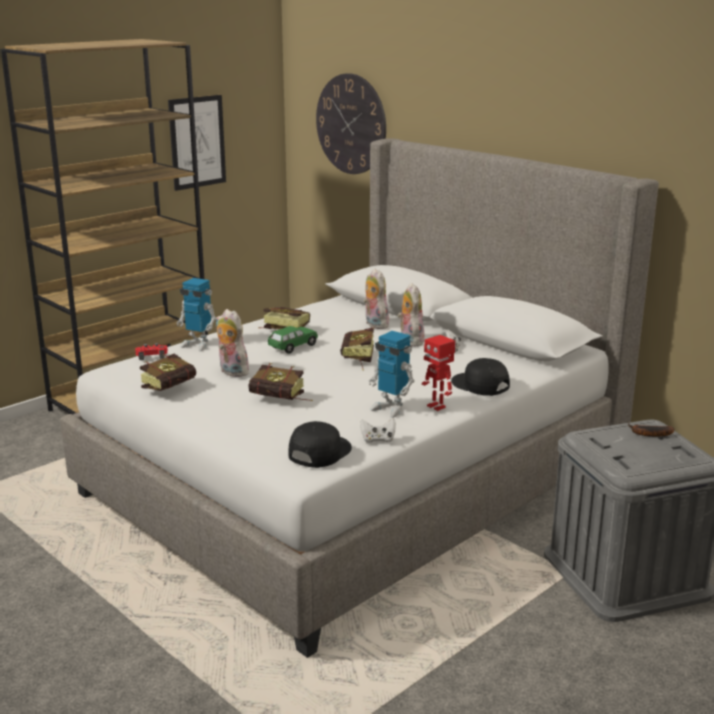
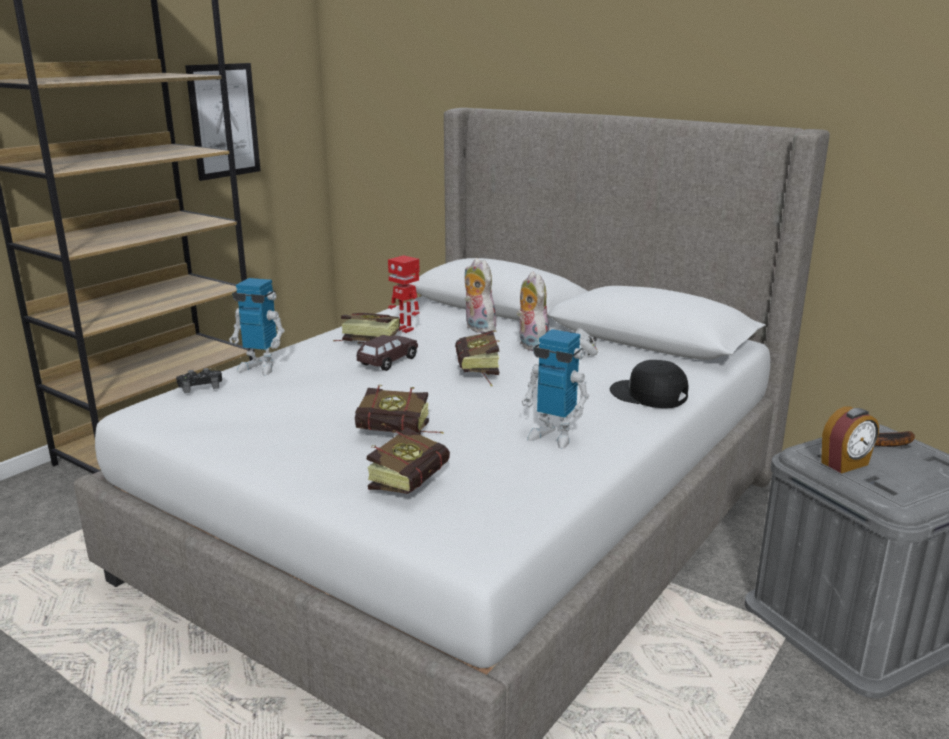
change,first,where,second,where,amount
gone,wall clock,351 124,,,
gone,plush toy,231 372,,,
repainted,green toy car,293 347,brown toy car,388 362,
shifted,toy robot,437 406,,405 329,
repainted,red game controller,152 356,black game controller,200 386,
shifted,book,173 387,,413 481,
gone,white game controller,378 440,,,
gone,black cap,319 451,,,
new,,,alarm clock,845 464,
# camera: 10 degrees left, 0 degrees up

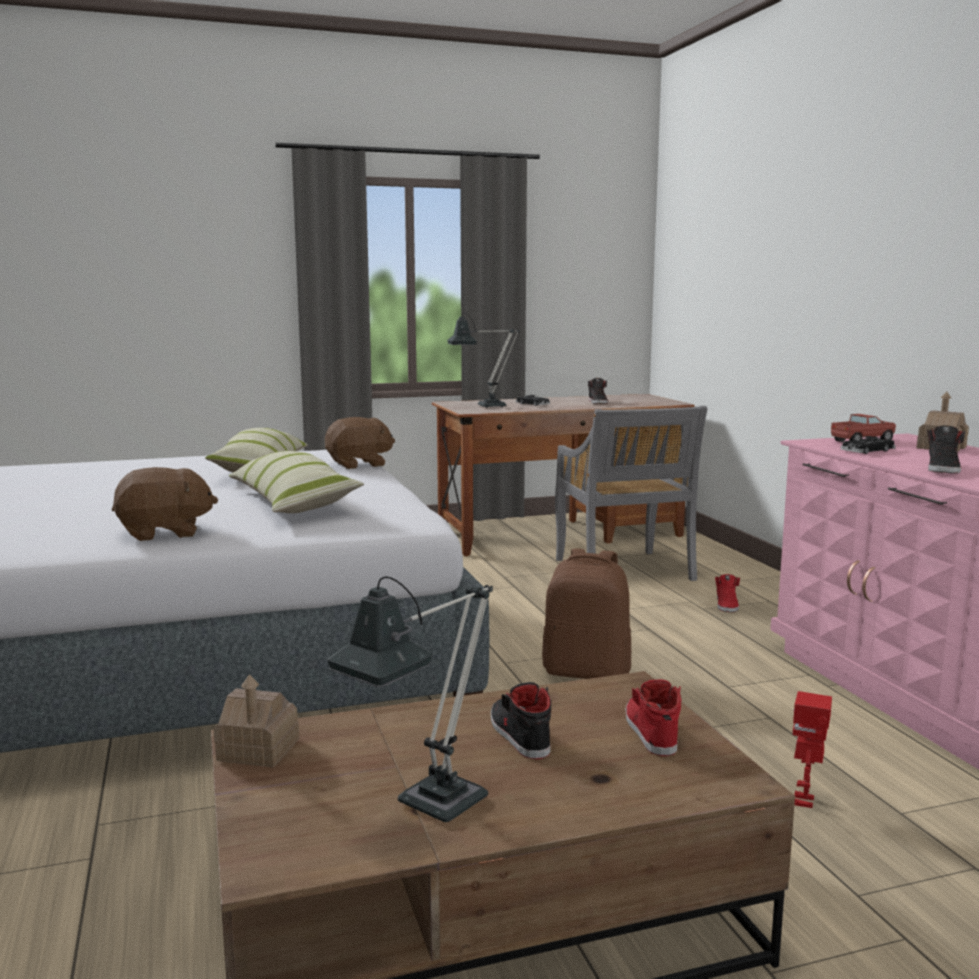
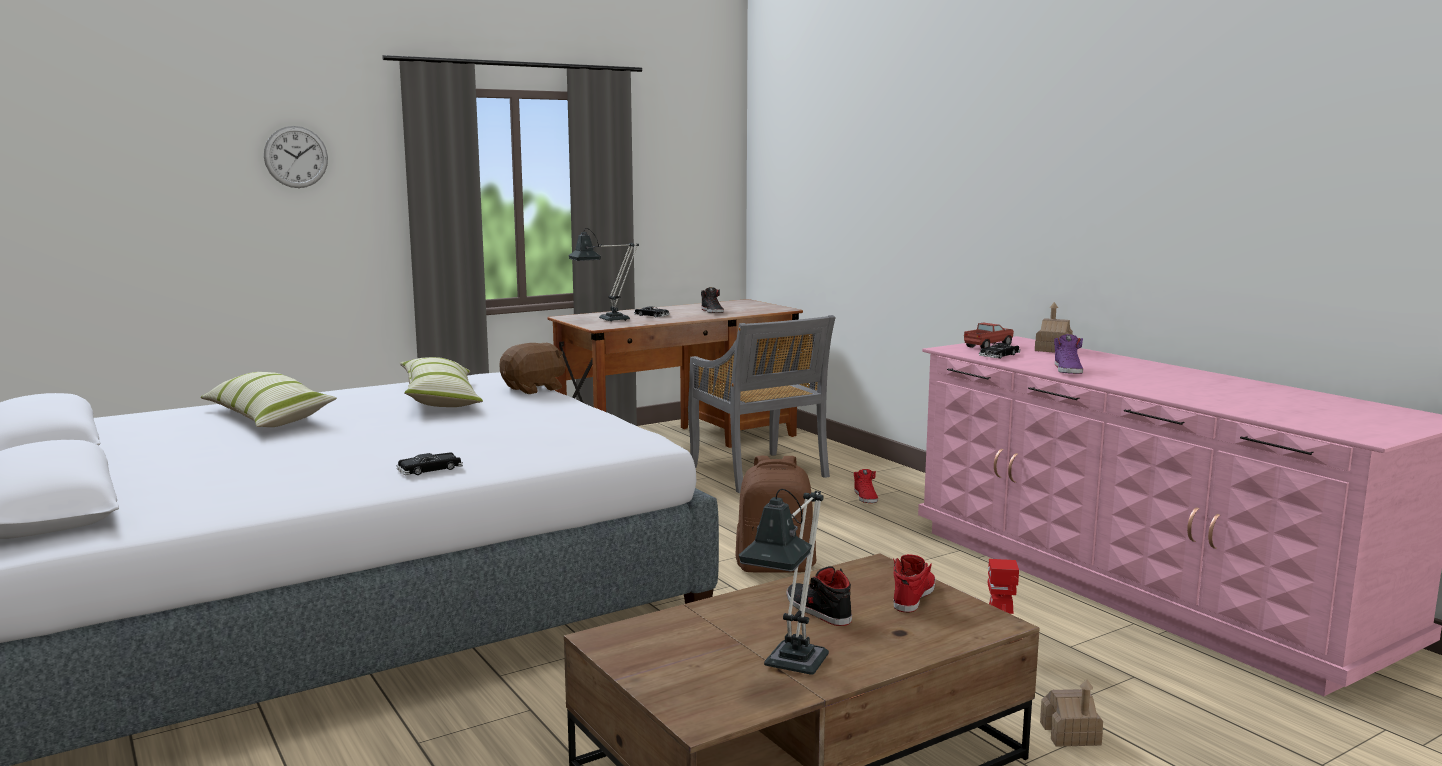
change,first,where,second,where,amount
repainted,black shoe,943 469,purple shoe,1068 370,
shifted,pillow,292 501,,267 417,
swapped,brown plush toy,165 533,black toy car,430 469,
shifted,toy house,258 750,,1070 734,
rotated,red shoe,650 730,,913 596,45 degrees clockwise
new,,,wall clock,296 157,
# camera: 15 degrees left, 0 degrees up

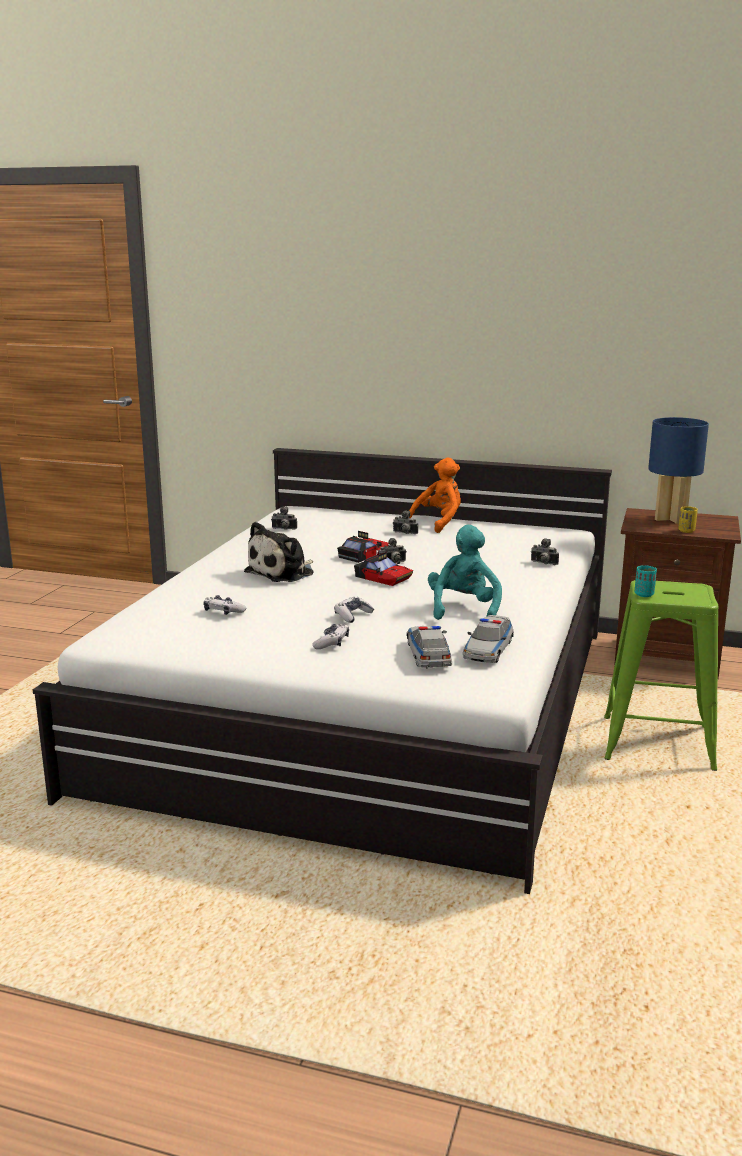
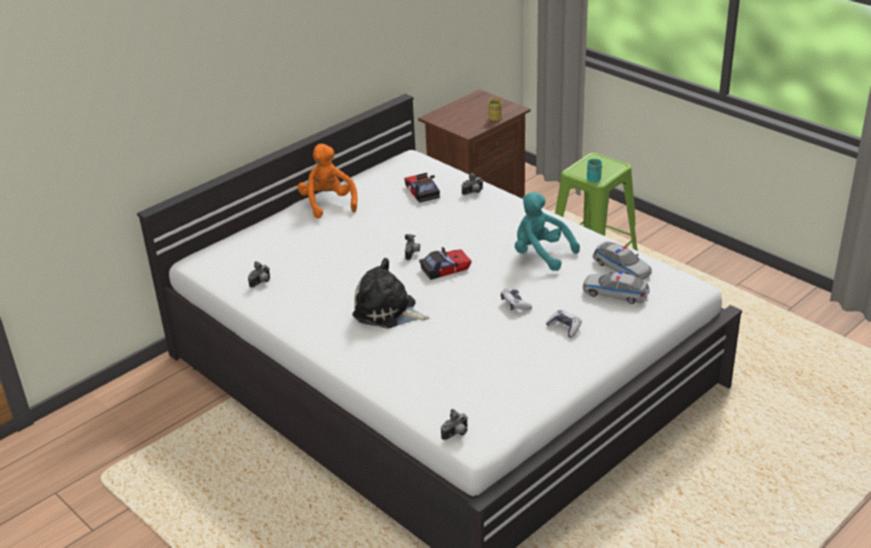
change,first,where,second,where,amount
gone,blue table lamp,671 519,,,
shifted,photo camera,404 533,,456 434,
rotated,plush toy,283 572,,388 312,135 degrees clockwise
shifted,toy car,363 554,,422 191,
gone,game controller,223 612,,,
# camera: 60 degrees left, 15 degrees up

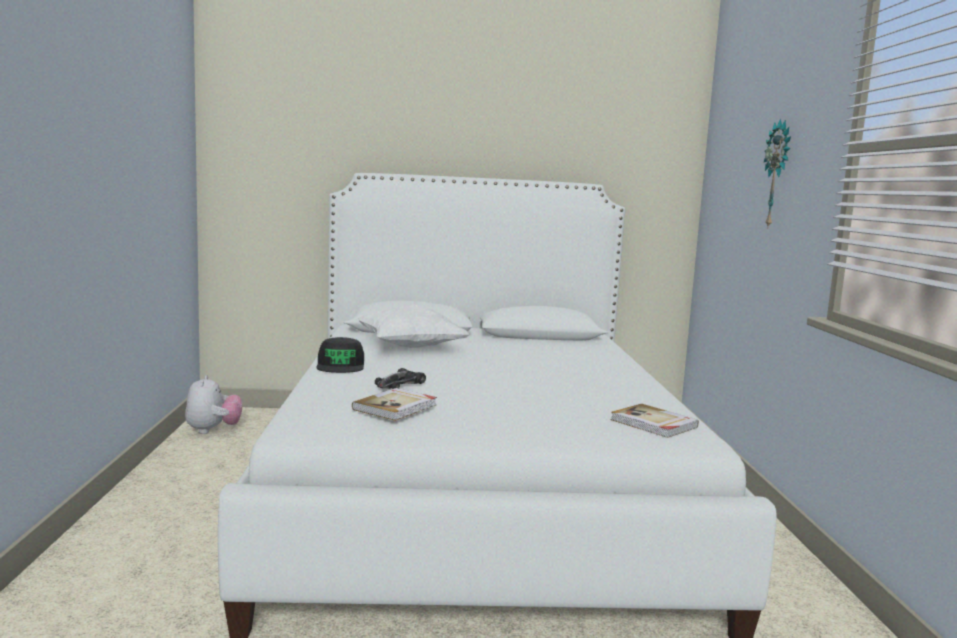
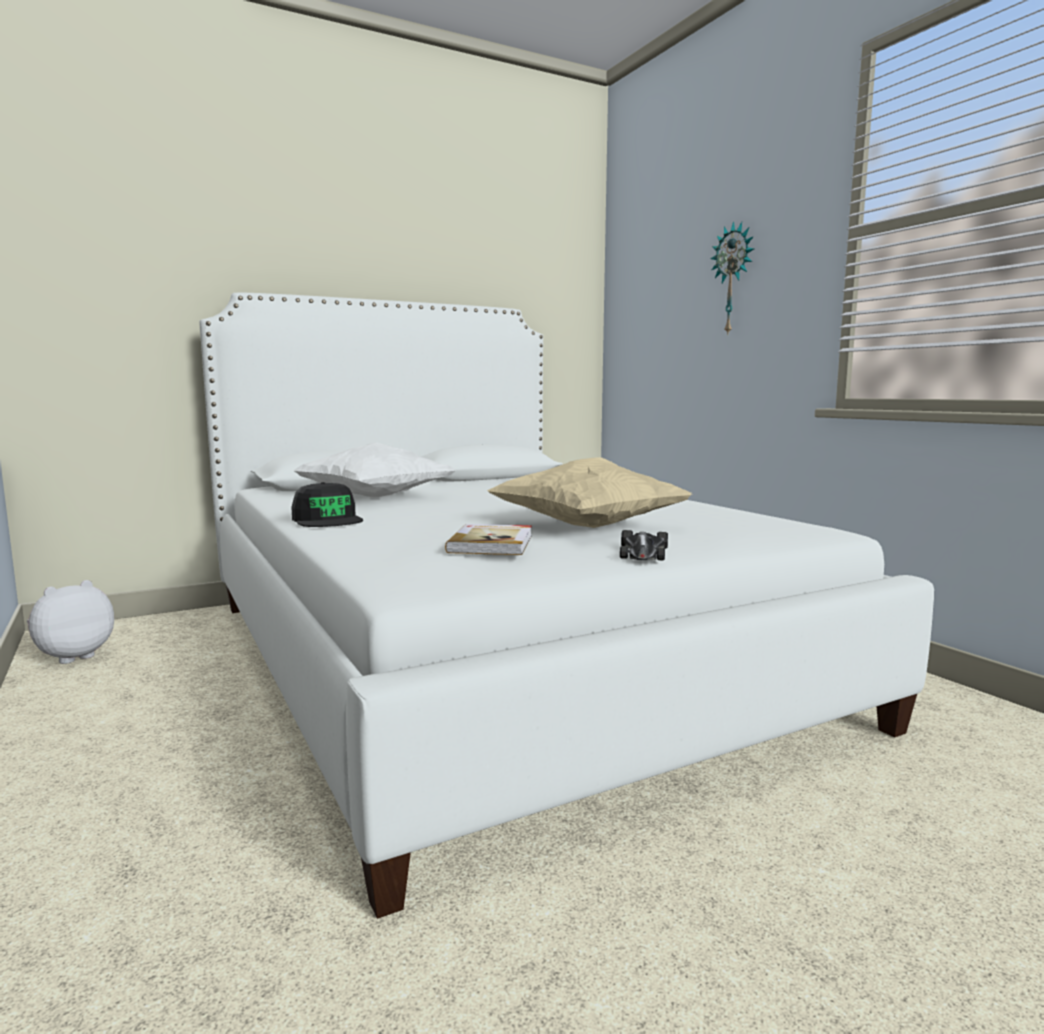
change,first,where,second,where,amount
shifted,toy car,400 384,,643 553,
rotated,plush toy,213 430,,72 656,105 degrees counterclockwise
gone,book,653 424,,,
new,,,beige pillow,586 527,
# camera: 25 degrees left, 0 degrees up

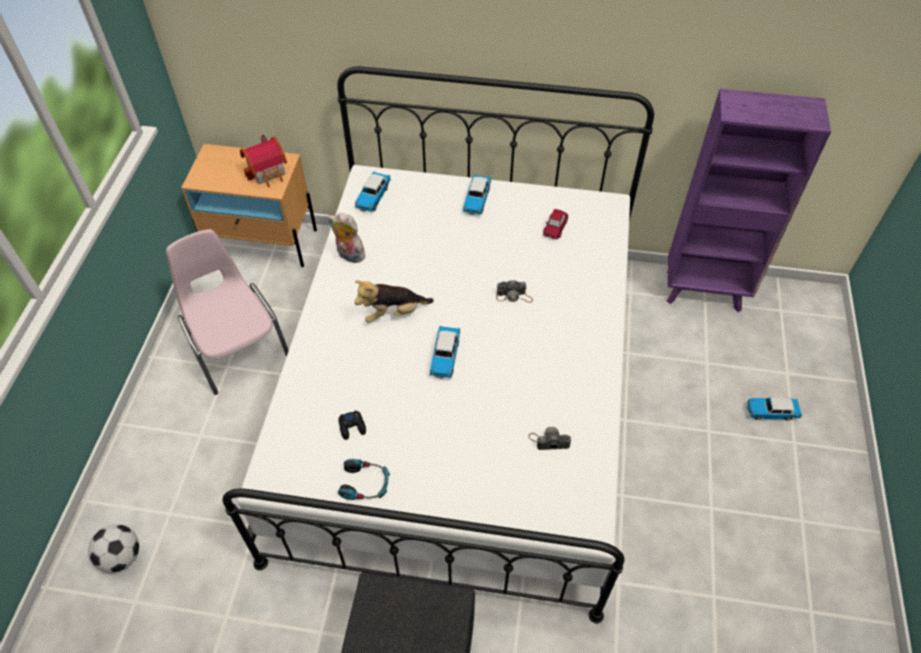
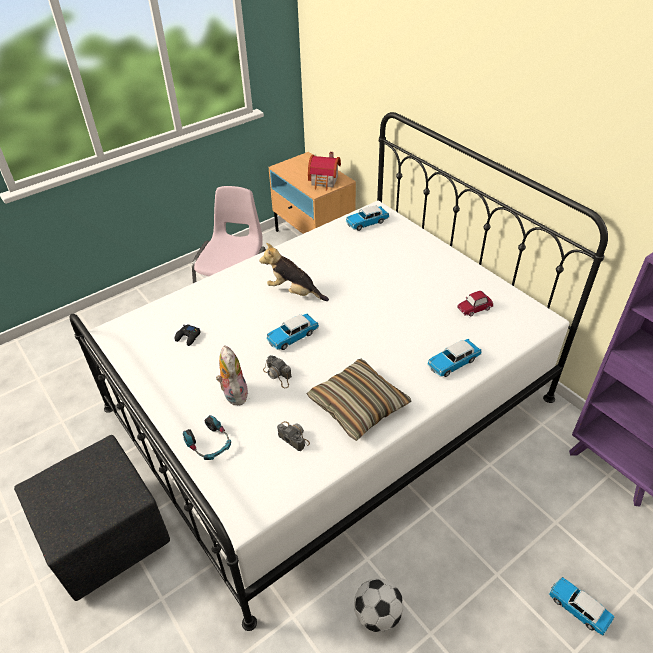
change,first,where,second,where,amount
shifted,toy car,477 200,,453 363,
shifted,plush toy,349 255,,233 393,
shifted,photo camera,514 296,,278 375,
shifted,headphones,365 484,,209 444,
shifted,football,122 557,,378 614,
new,,,pillow,358 405,
# camera: 45 degrees right, 10 degrees down

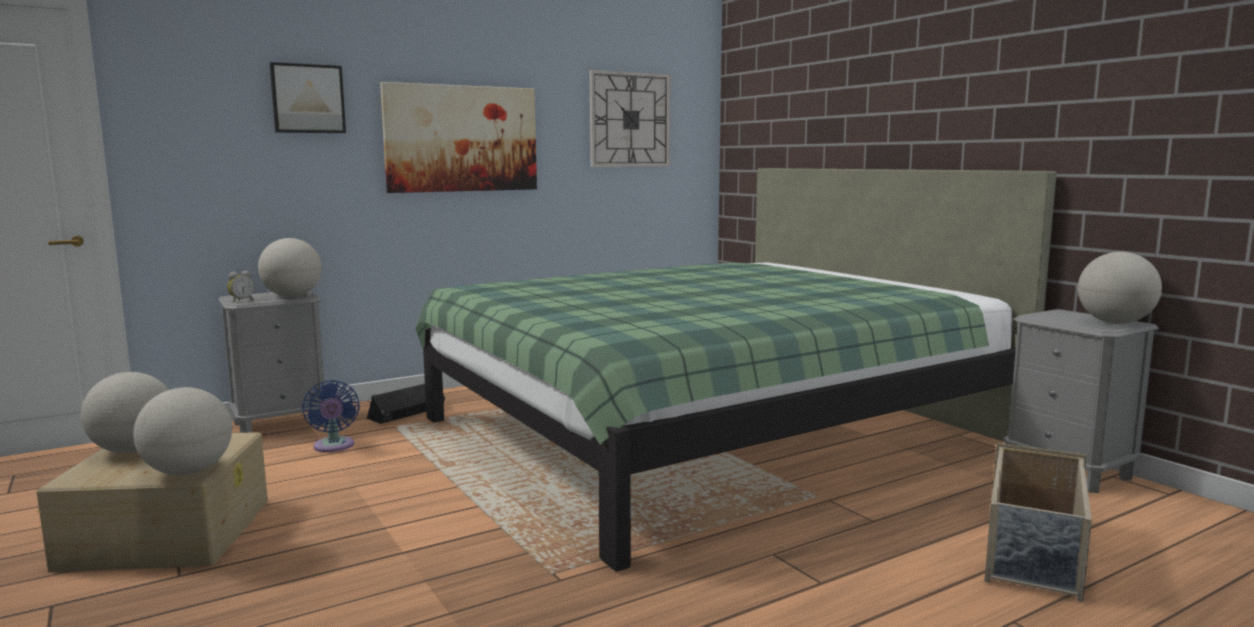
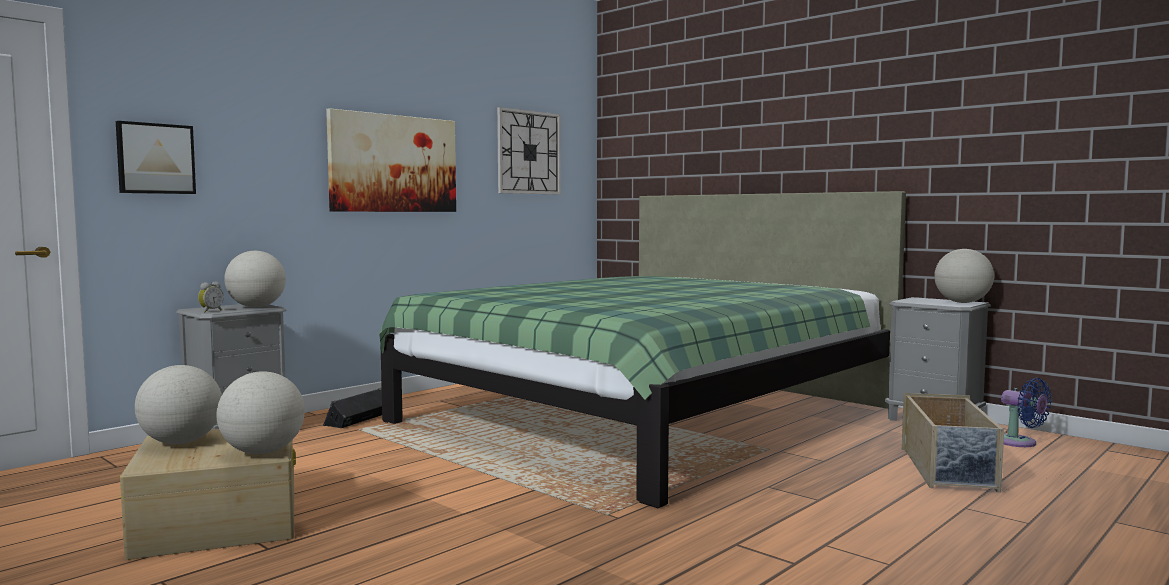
change,first,where,second,where,amount
shifted,picture,307 99,,155 158,
shifted,blue fan,334 447,,1020 443,
# camera: 15 degrees left, 5 degrees down

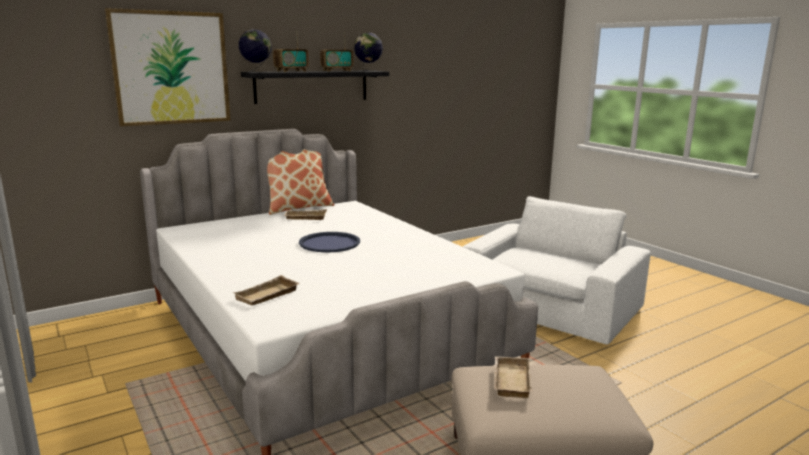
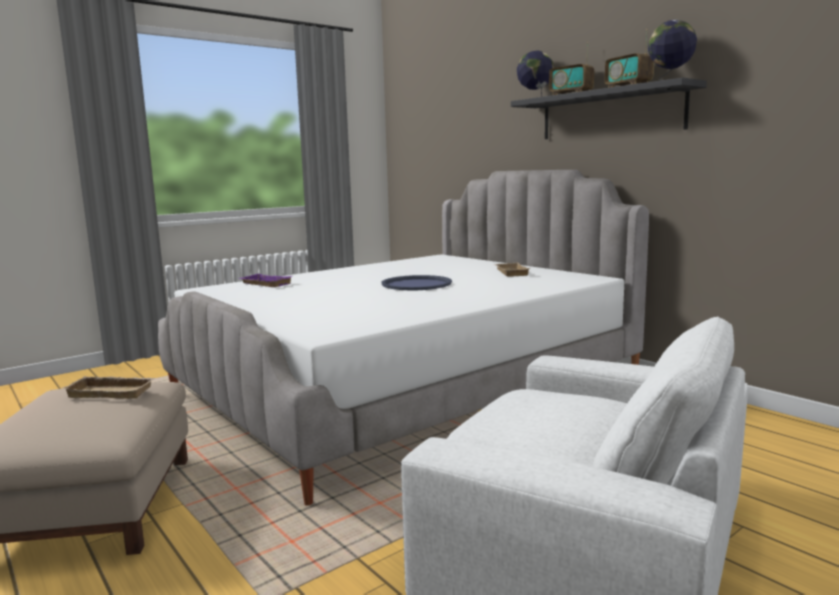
change,first,where,second,where,amount
gone,picture,171 68,,,
gone,pillow,298 207,,,
repainted,beige tray,267 296,purple tray,264 284,
# camera: 85 degrees right, 5 degrees down

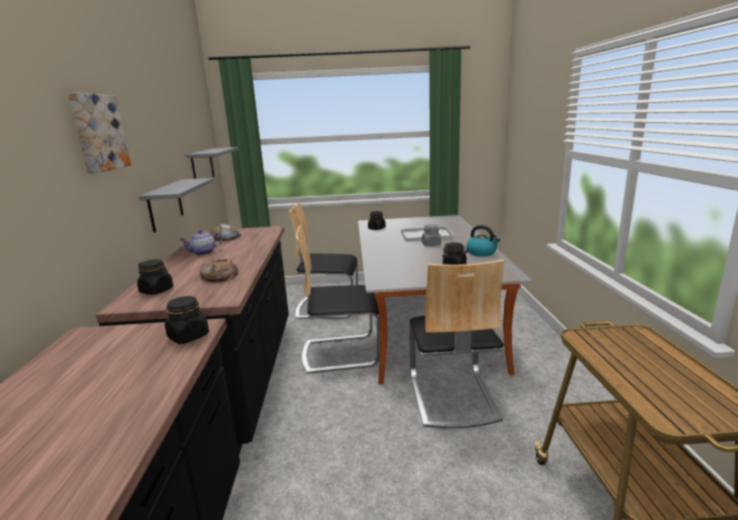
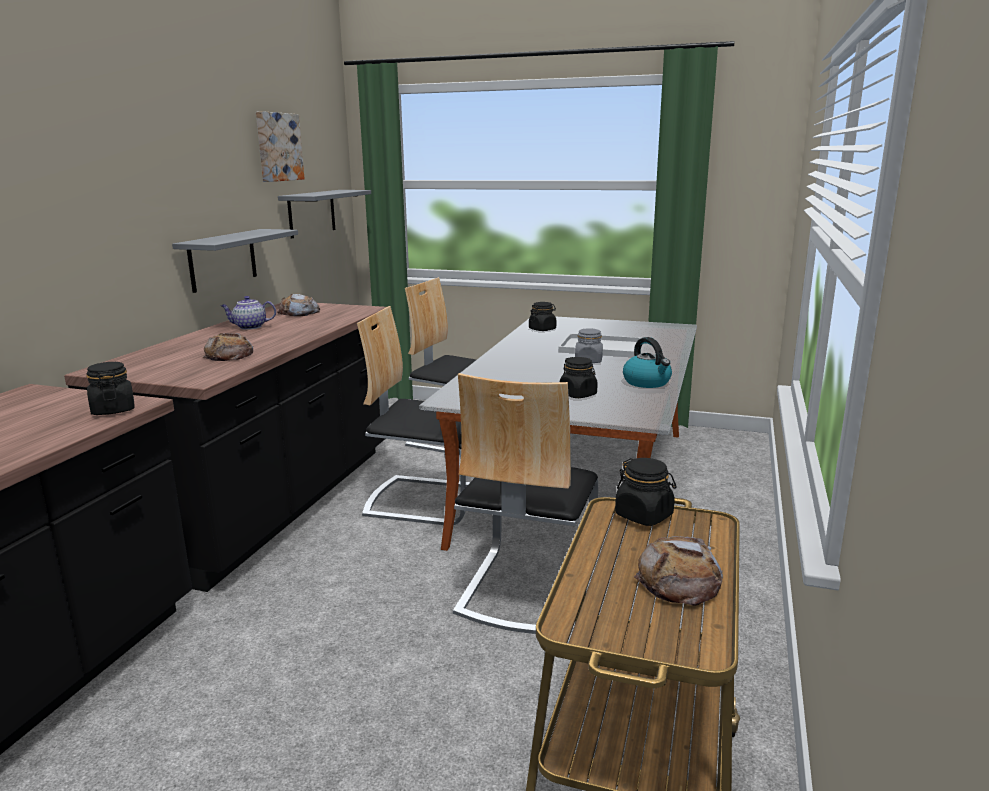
change,first,where,second,where,amount
shifted,picture,98 133,,277 147,
shifted,black jar,157 291,,644 515,
new,,,bread,679 580,
# camera: 20 degrees right, 0 degrees up

